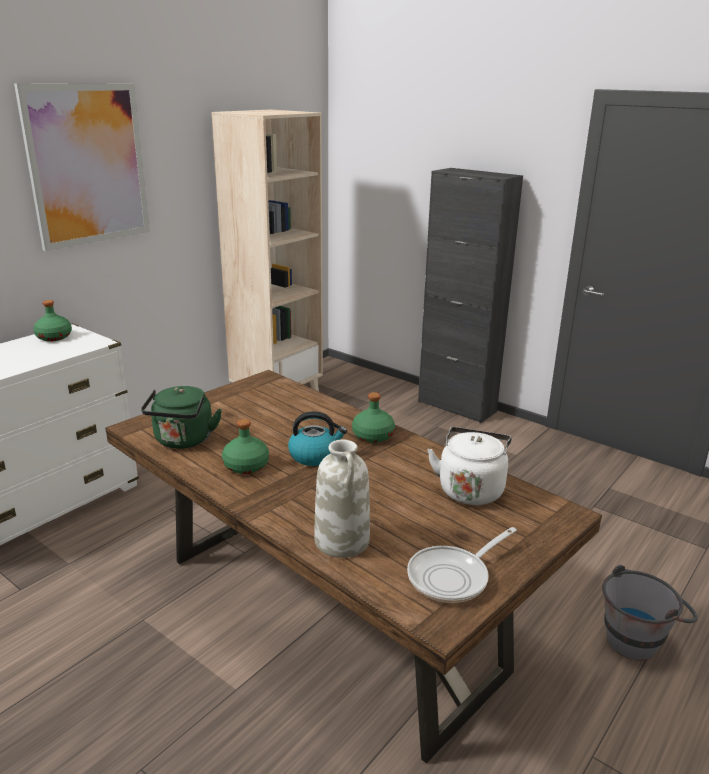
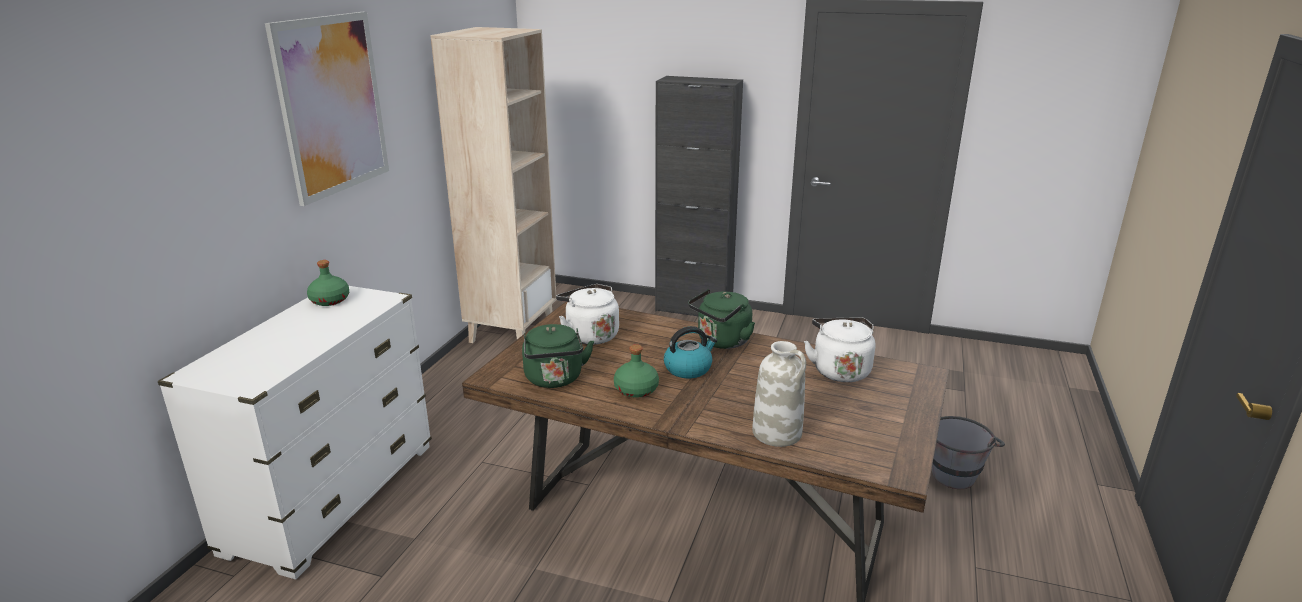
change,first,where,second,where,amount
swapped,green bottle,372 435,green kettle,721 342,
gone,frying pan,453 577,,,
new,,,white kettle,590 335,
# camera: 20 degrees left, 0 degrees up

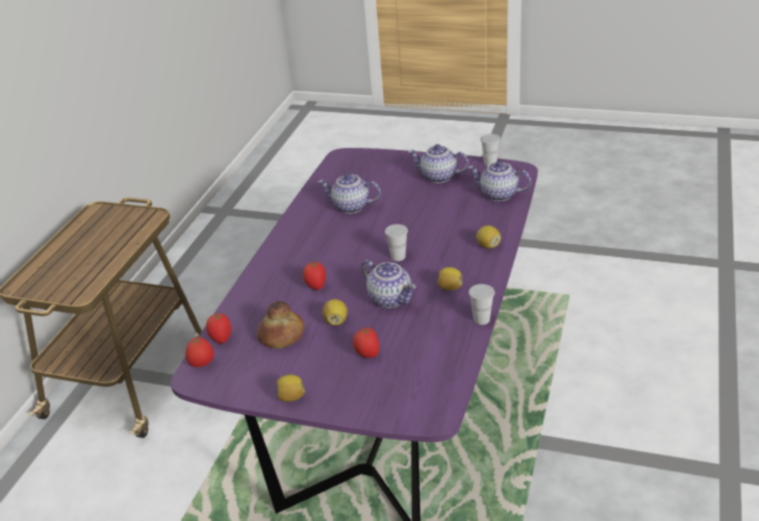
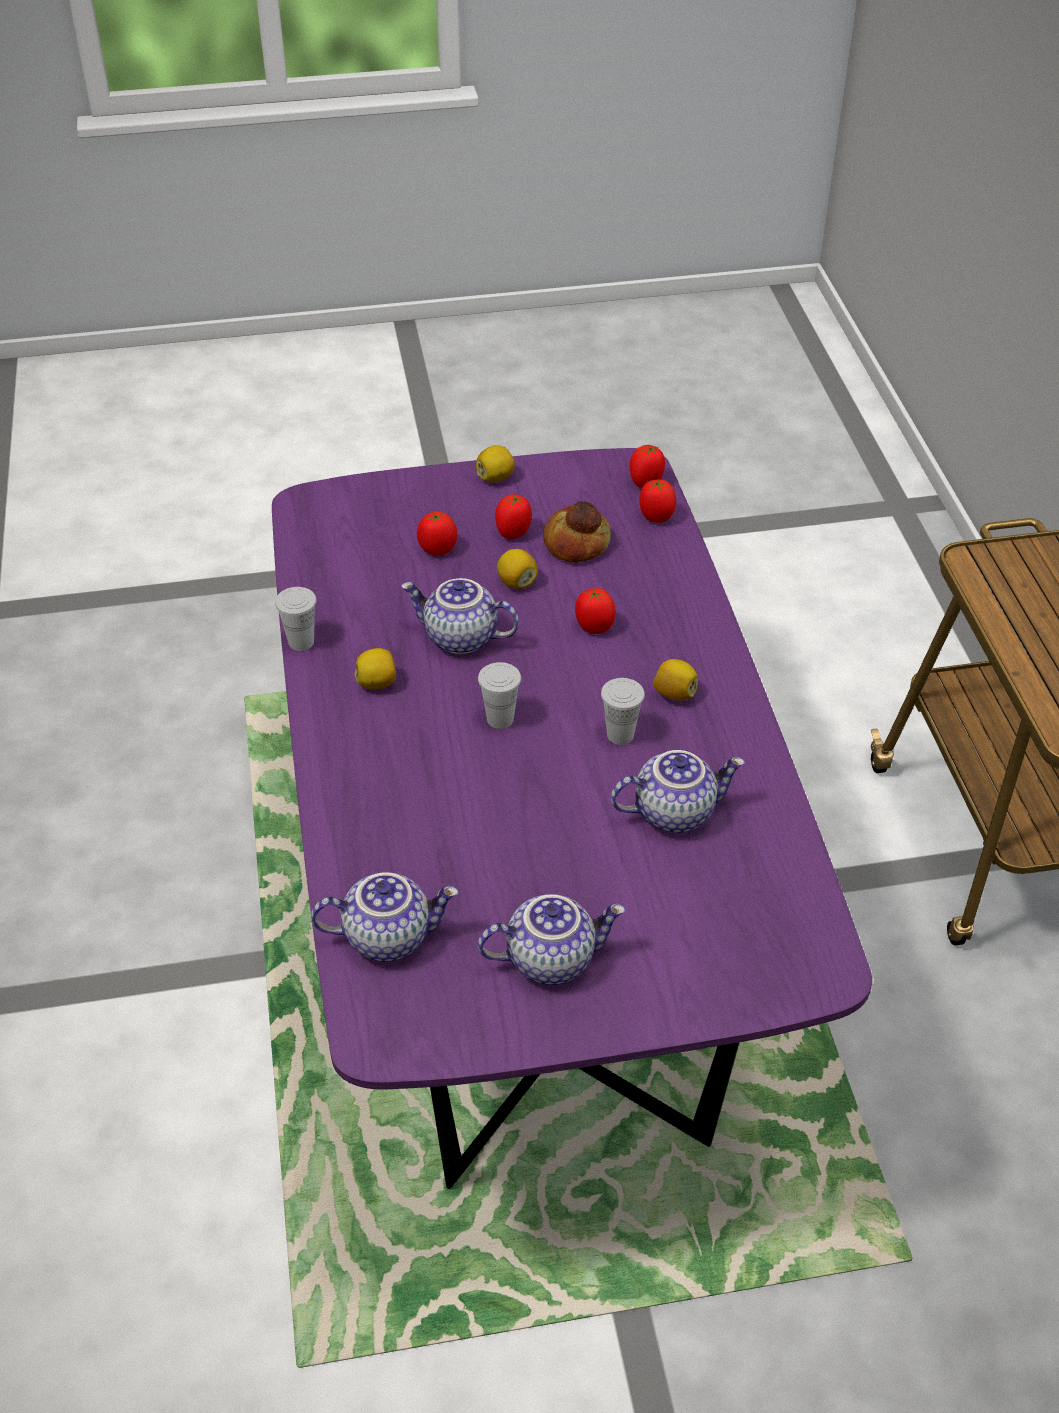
change,first,where,second,where,amount
shifted,white cup,490 163,,620 735,
shifted,lemon,488 245,,674 693,
new,,,tomato,514 533,
# camera: 150 degrees right, 10 degrees up

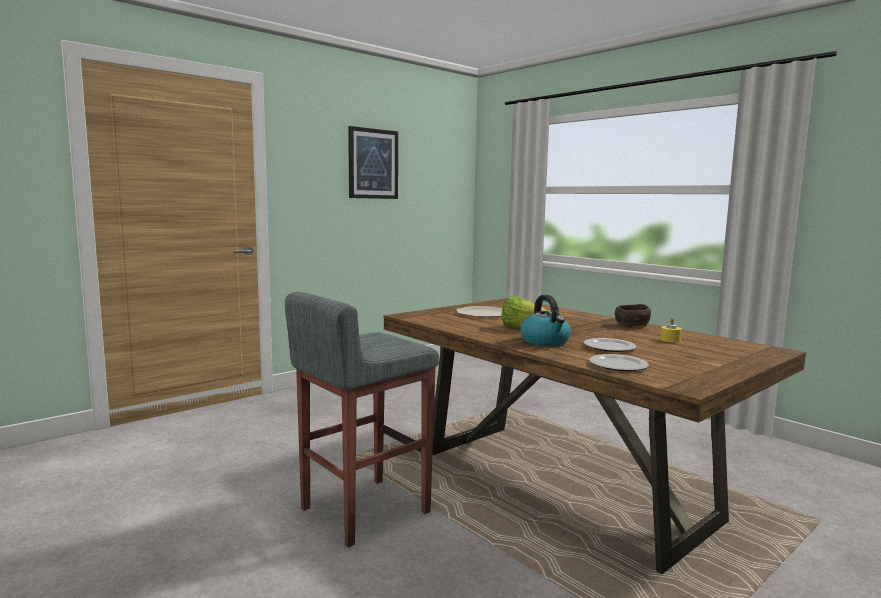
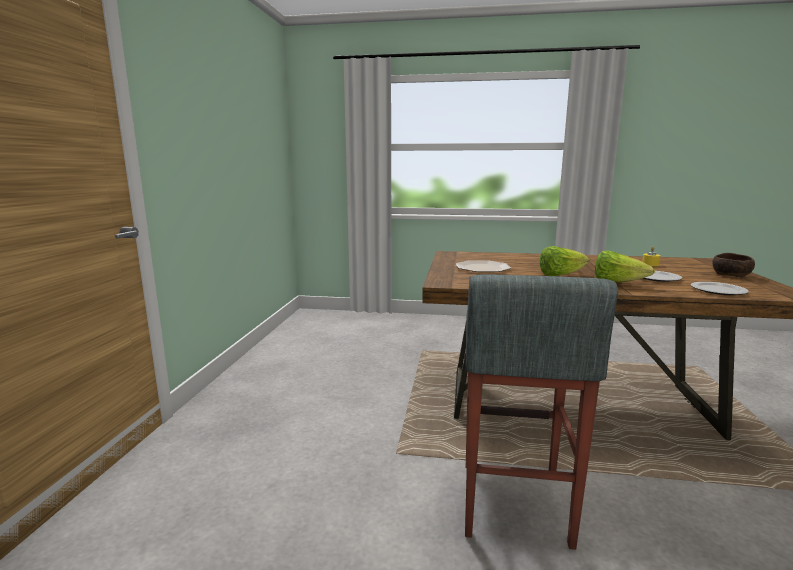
change,first,where,second,where,amount
gone,picture,373 164,,,
swapped,kettle,545 342,lettuce,616 283,
shifted,brown bowl,631 325,,731 275,
# camera: 40 degrees left, 5 degrees up

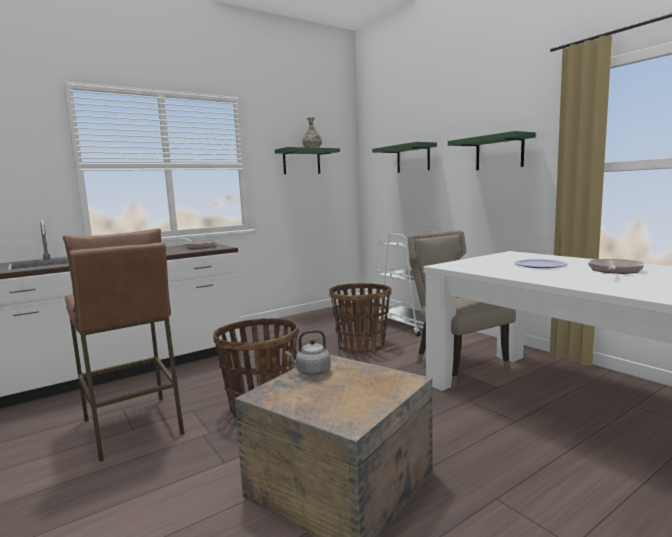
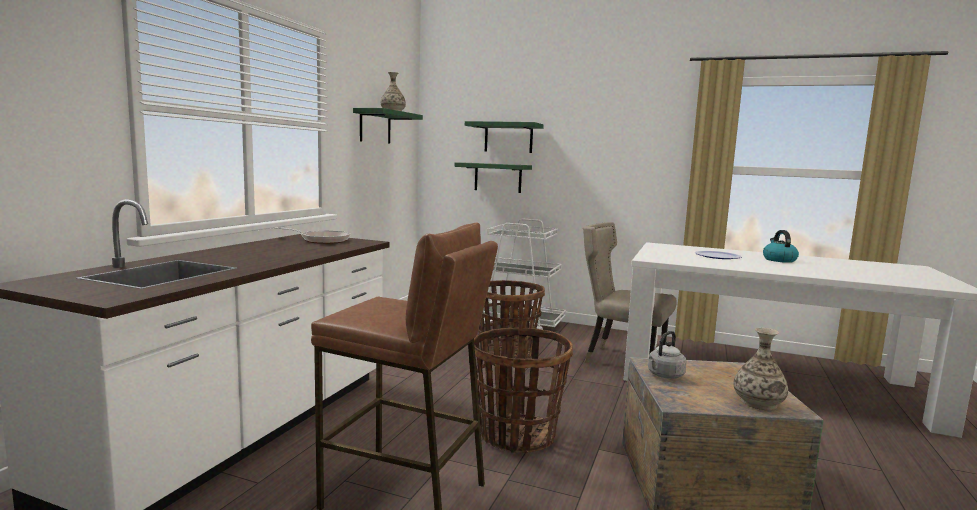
change,first,where,second,where,amount
shifted,green shelf,499 153,,498 177,
swapped,frying pan,614 271,kettle,779 260,
new,,,vase,758 402,
# camera: 35 degrees left, 0 degrees up

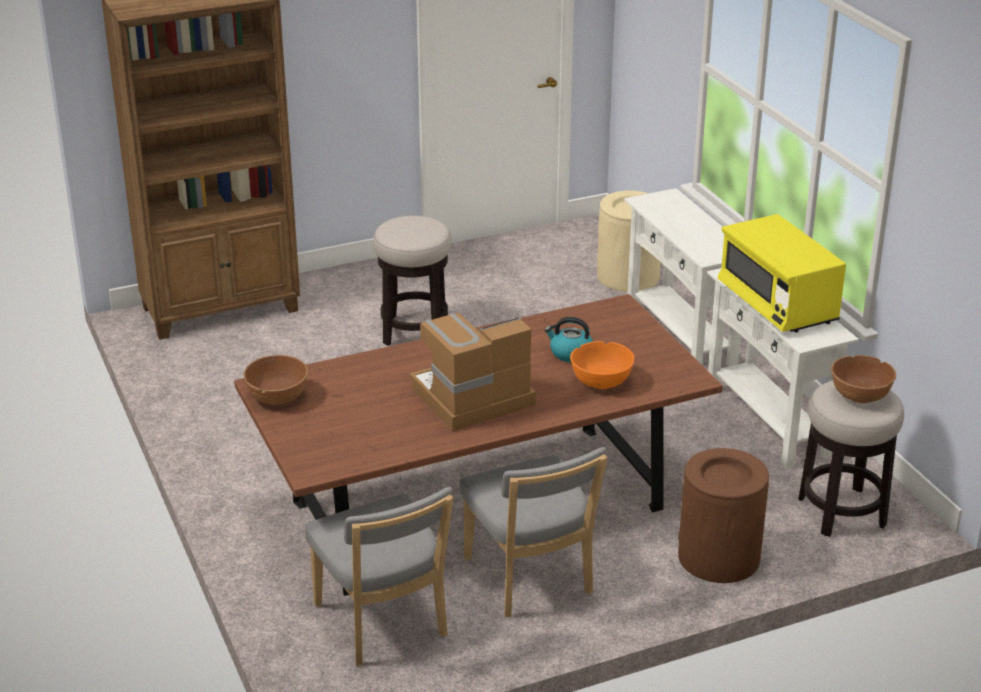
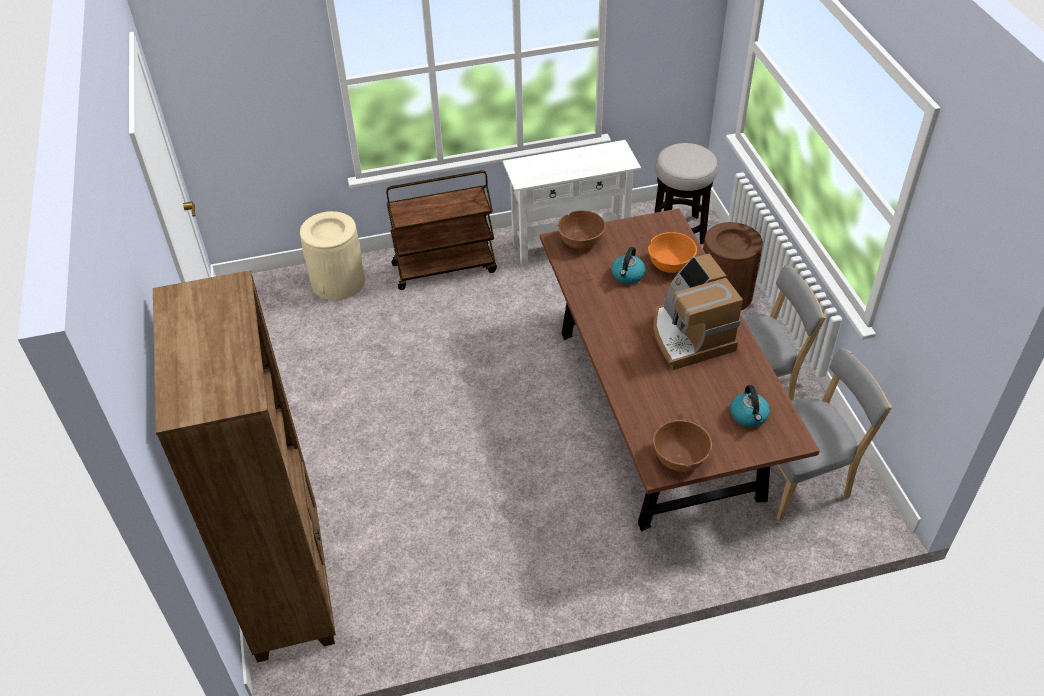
change,first,where,second,where,amount
swapped,white console table,680 338,brown cart,445 267,
gone,yellow microwave,777 304,,,
gone,stool,414 331,,,
shifted,brown bowl,860 395,,581 241,
new,,,kettle,749 416,
# camera: 80 degrees left, 15 degrees up

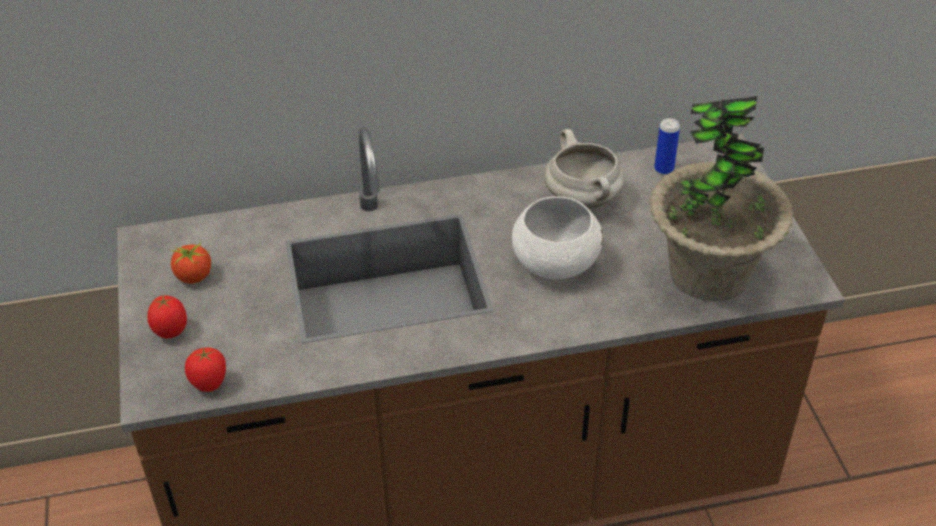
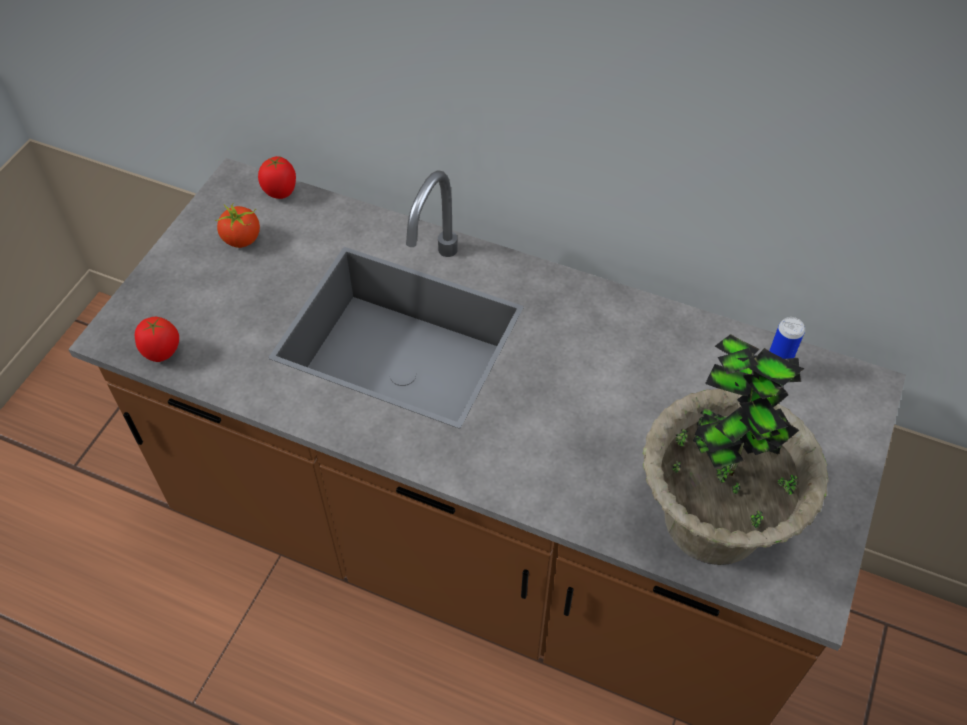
change,first,where,second,where,amount
gone,white cooking pot,584 200,,,
gone,white bowl,555 263,,,
shifted,tomato,171 332,,281 193,
# camera: 35 degrees right, 10 degrees up

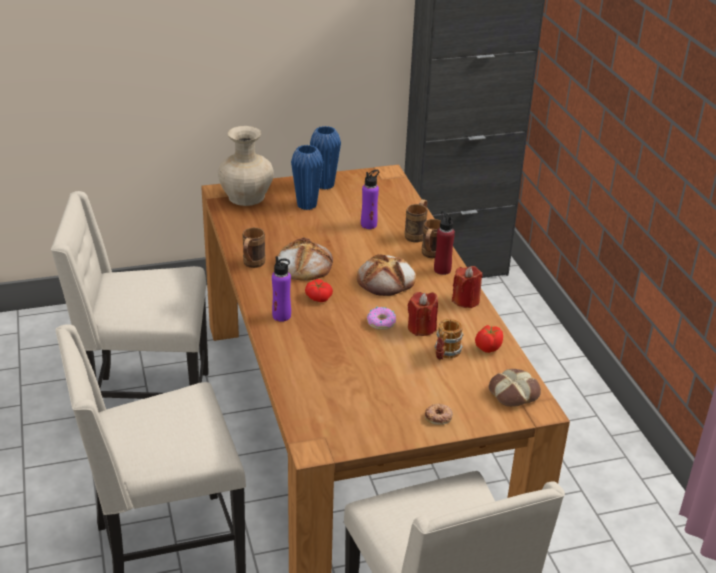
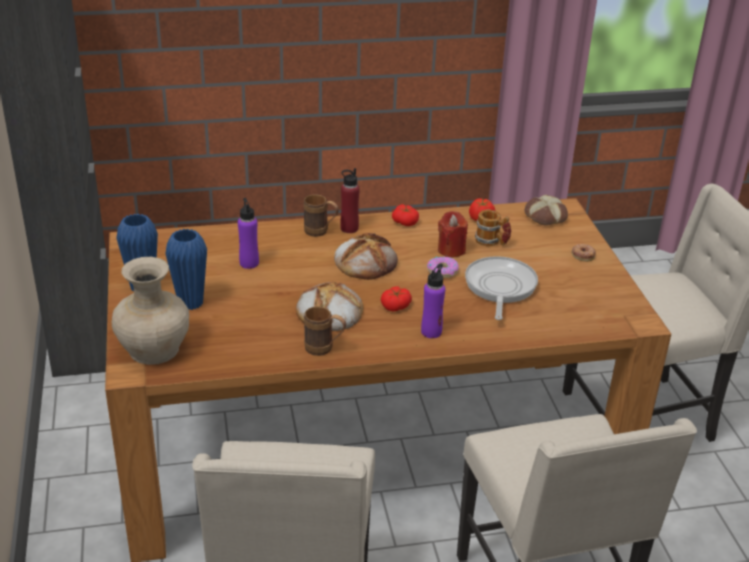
change,first,where,second,where,amount
gone,brown mug,417 234,,,
swapped,red candle,466 300,tomato,405 222,
new,,,frying pan,499 288,
# camera: 85 degrees left, 0 degrees up

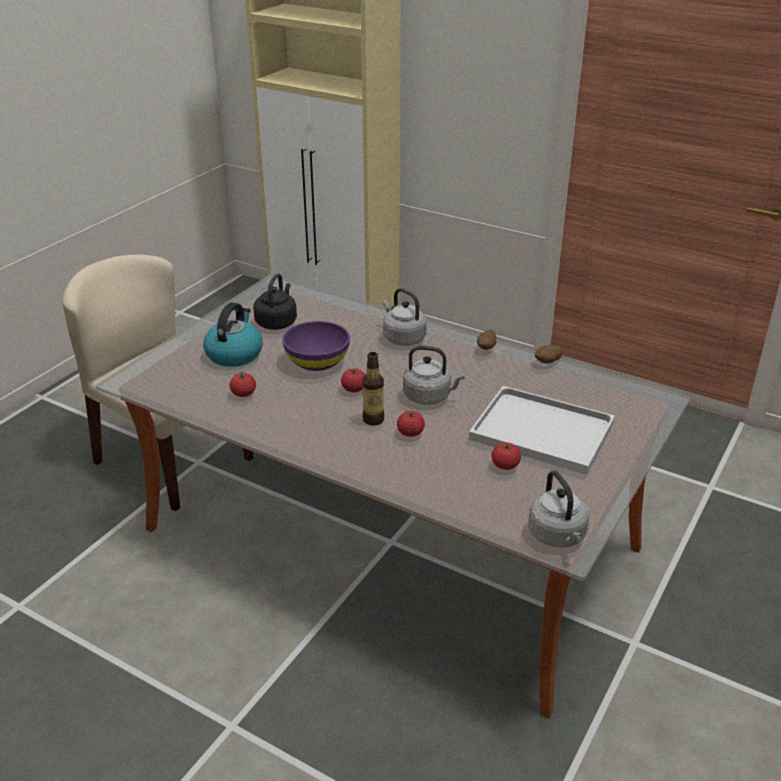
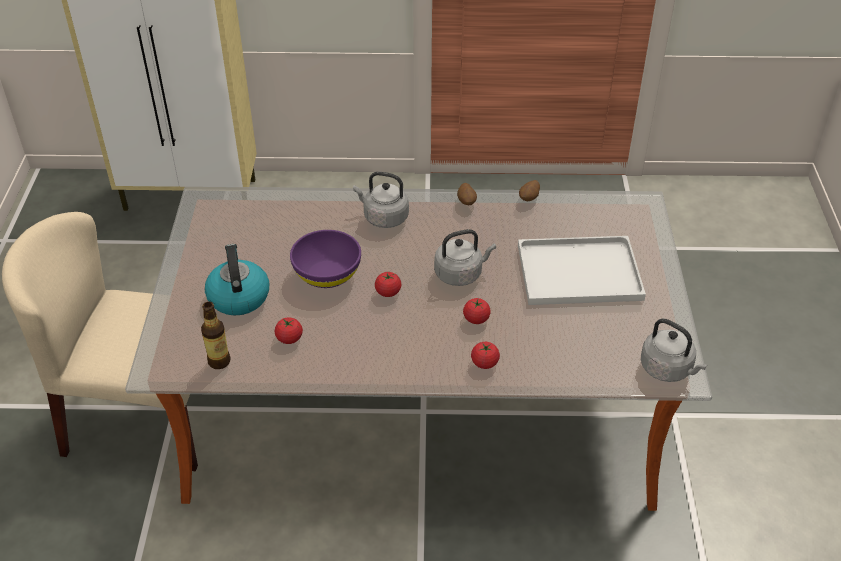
change,first,where,second,where,amount
gone,black kettle,277 322,,,
shifted,bottle,373 419,,219 361,
shifted,tomato,505 465,,484 363,
# camera: 30 degrees left, 10 degrees up

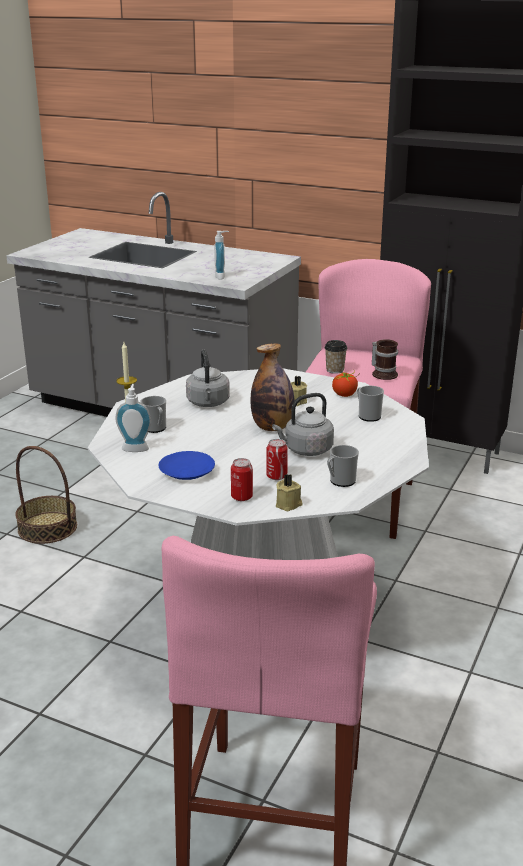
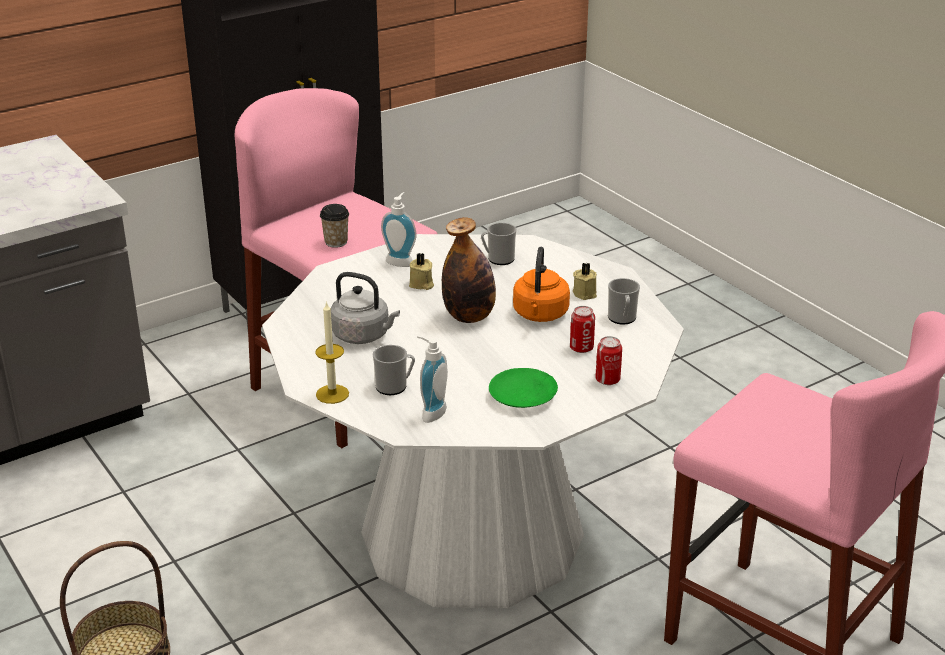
change,first,where,second,where,amount
shifted,soap dispenser,222 276,,401 261,
gone,mug,384 373,,,
gone,tomato,344 394,,,
repainted,grey kettle,306 450,orange kettle,540 315,
repainted,blue plate,187 472,green plate,524 396,
shifted,beige candle,289 504,,585 293,
# camera: 60 degrees left, 5 degrees up

